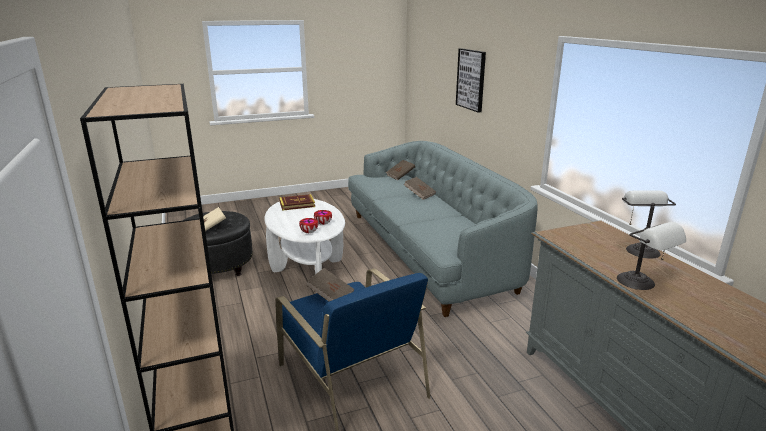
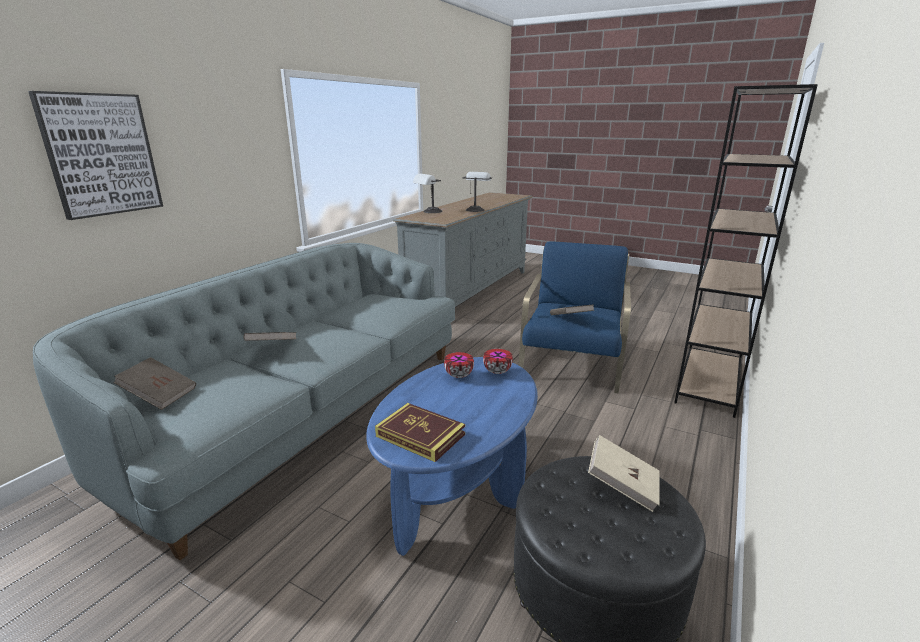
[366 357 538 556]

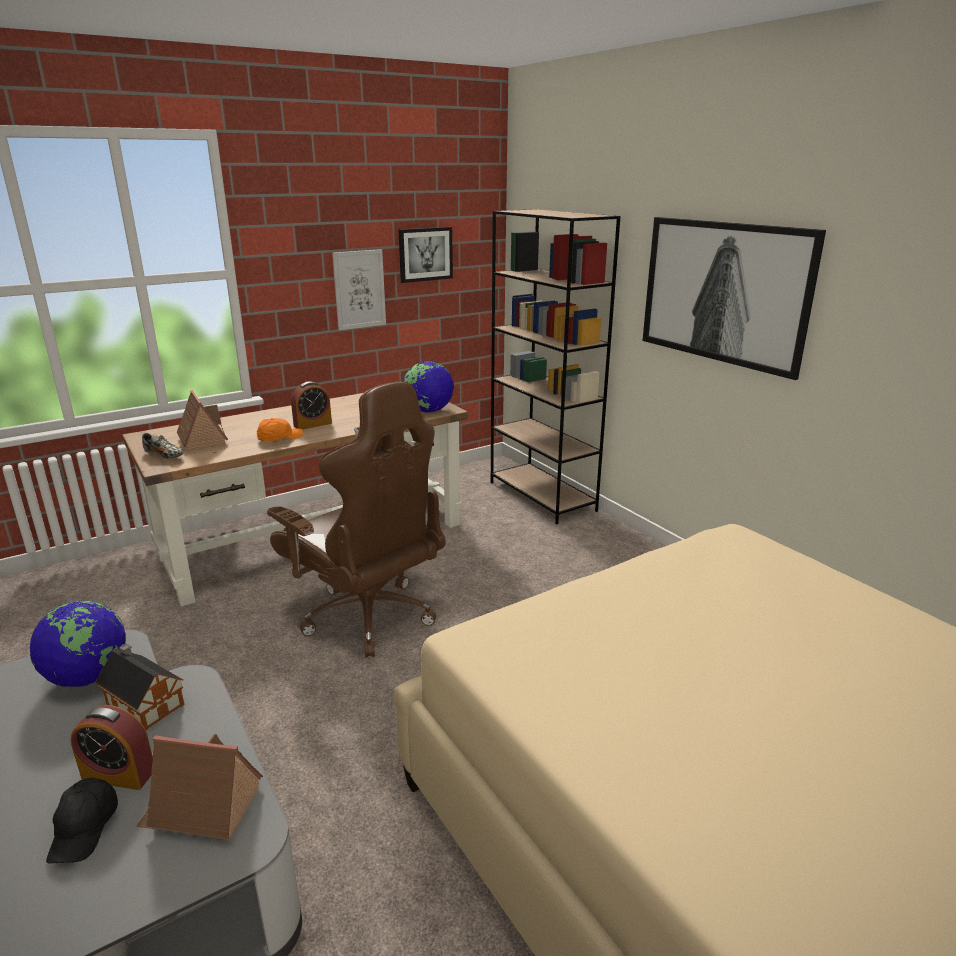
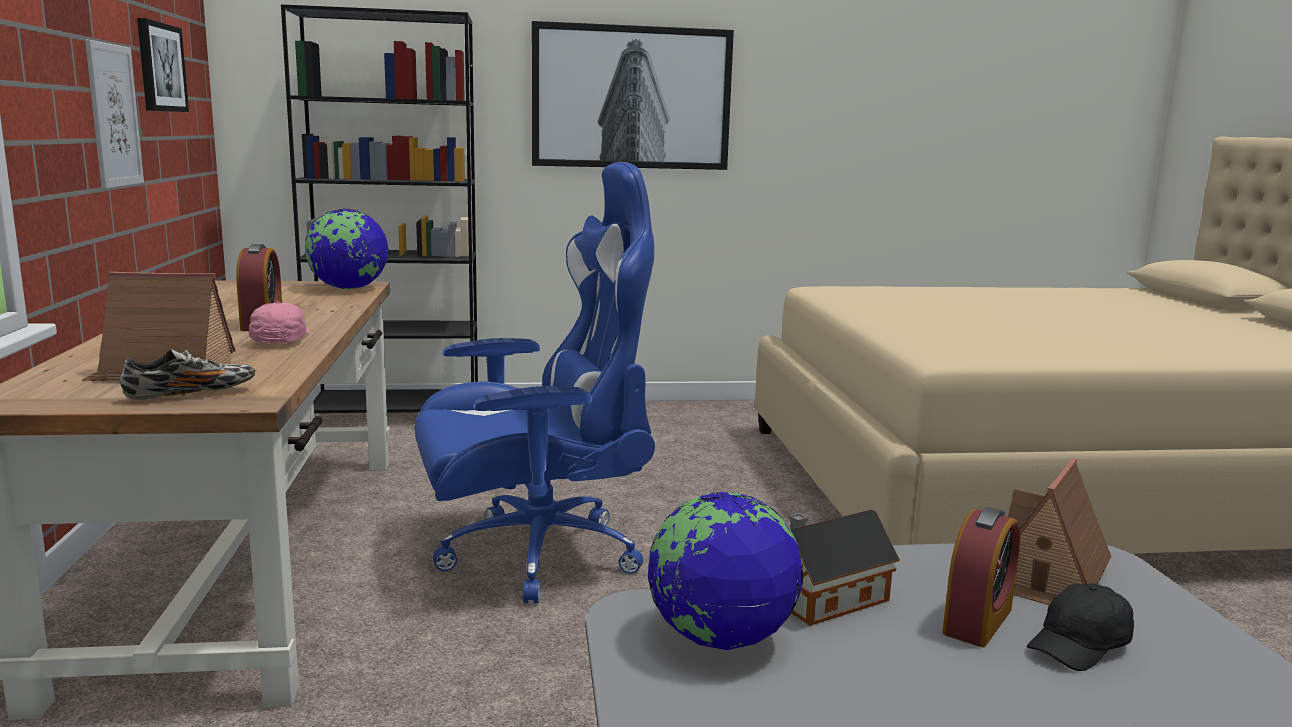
[249 302 310 343]
[415 162 655 603]
[281 4 478 413]
[1027 583 1134 671]

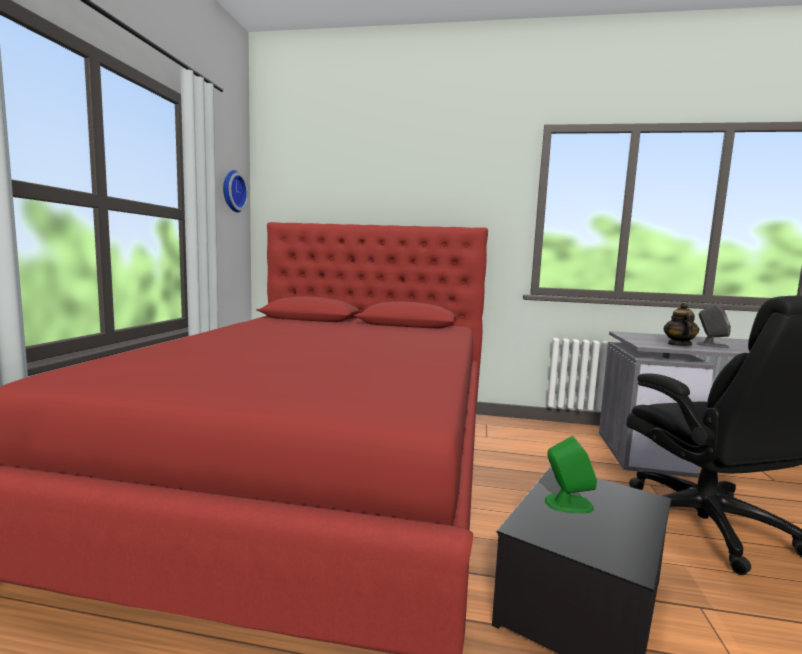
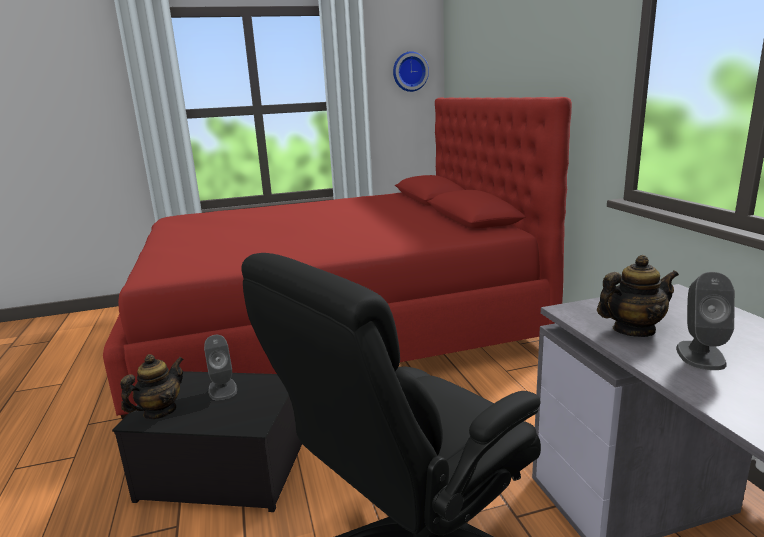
[120 354 184 419]
[204 335 237 400]

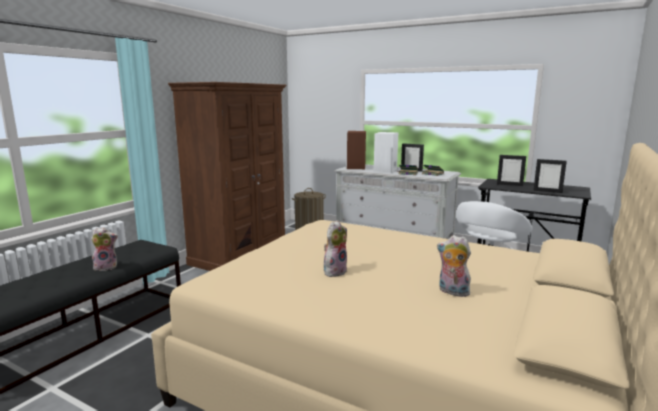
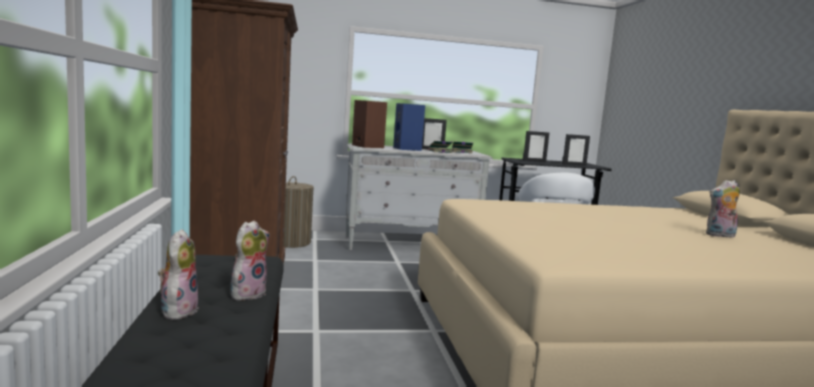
[158 229 199 320]
[393 103 425 151]

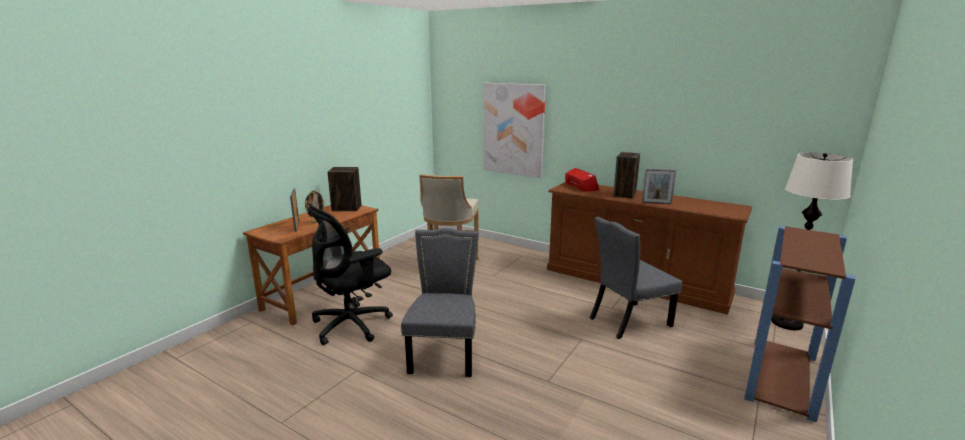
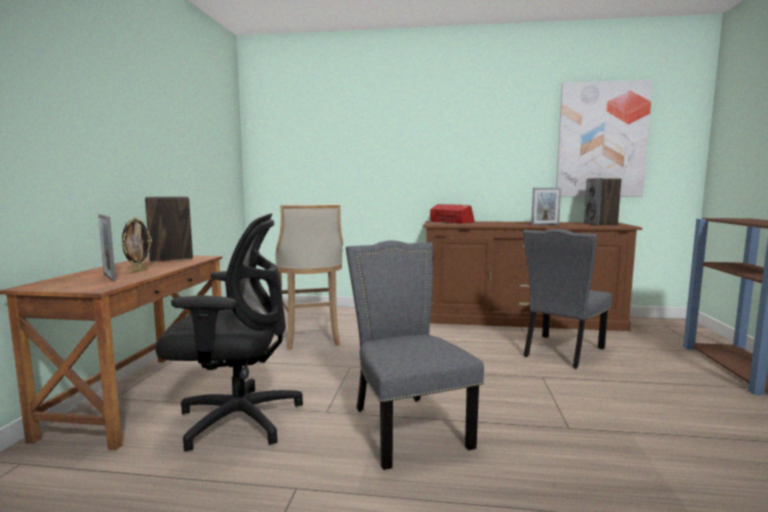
[771 152 853 330] (first image)
[556 80 653 197]
[584 178 622 226]
[155 213 303 452]

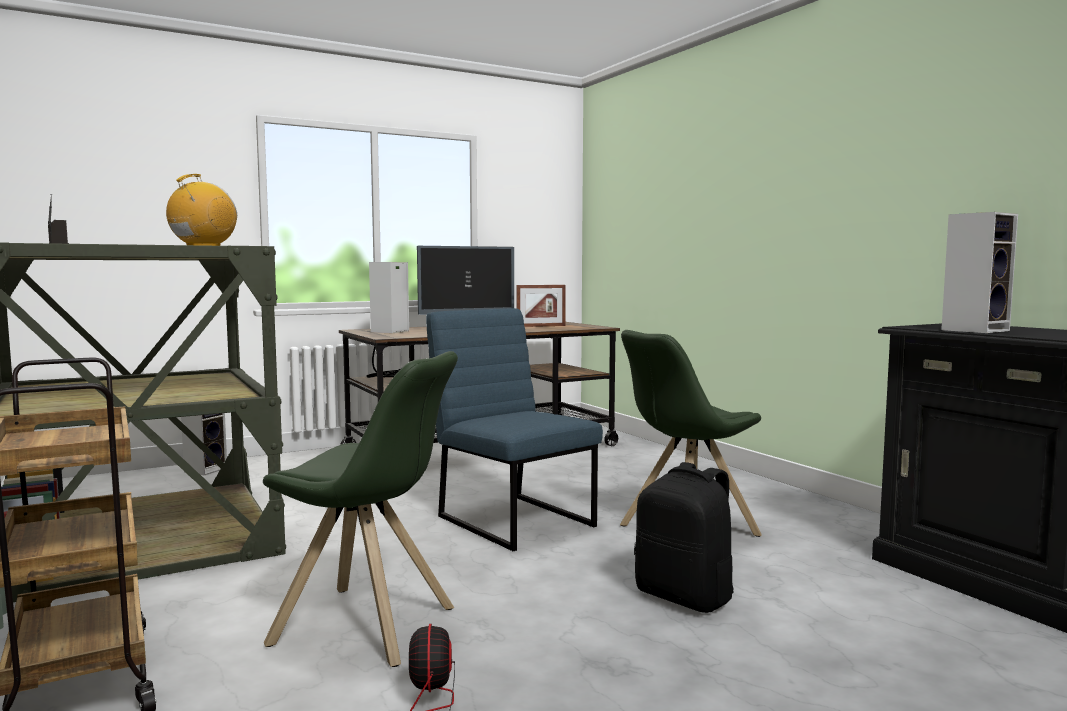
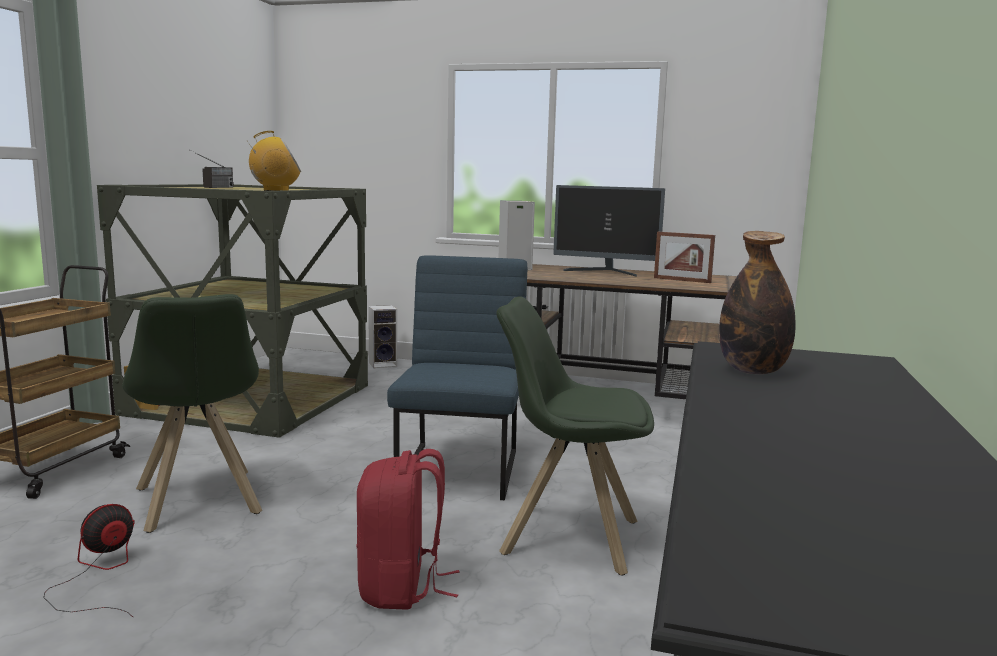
[719 231 796 374]
[357 449 460 610]

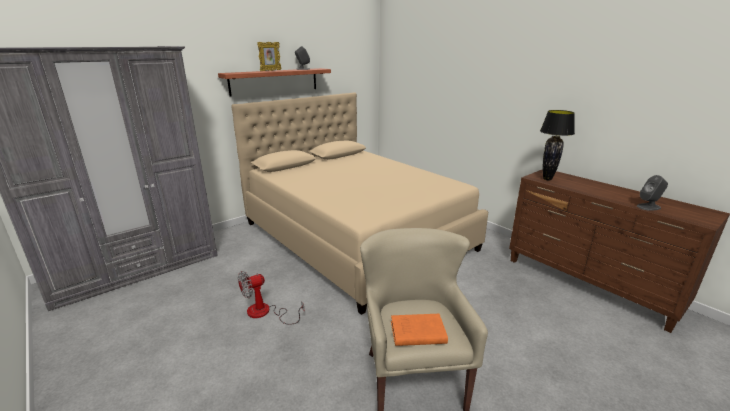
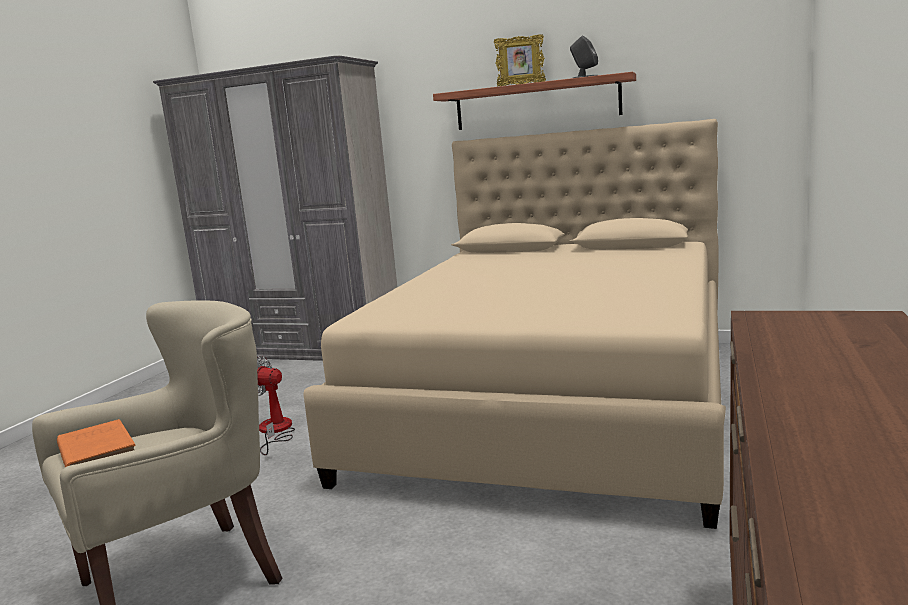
[540 110 575 180] (first image)
[637 175 668 211] (first image)

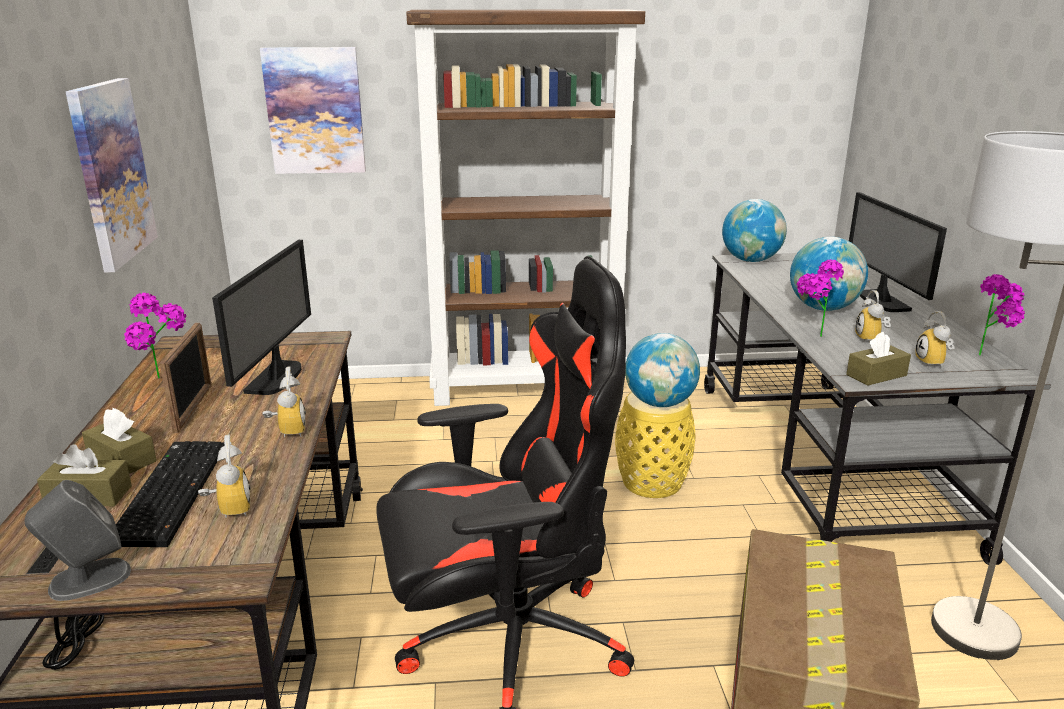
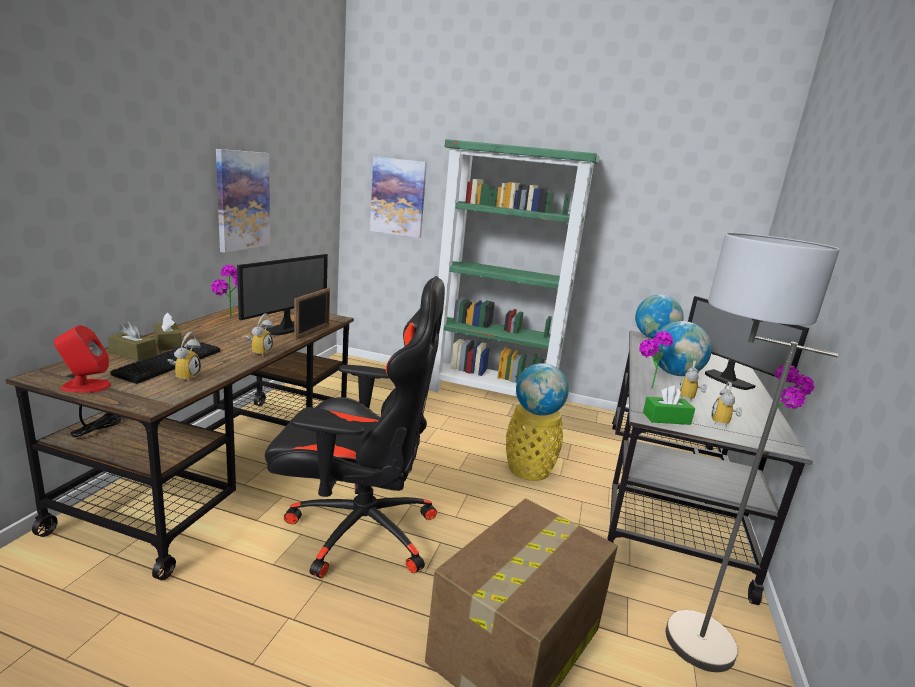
[294 288 330 340]
[54 325 111 393]
[429 139 600 396]
[643 386 695 425]
[688 296 809 390]

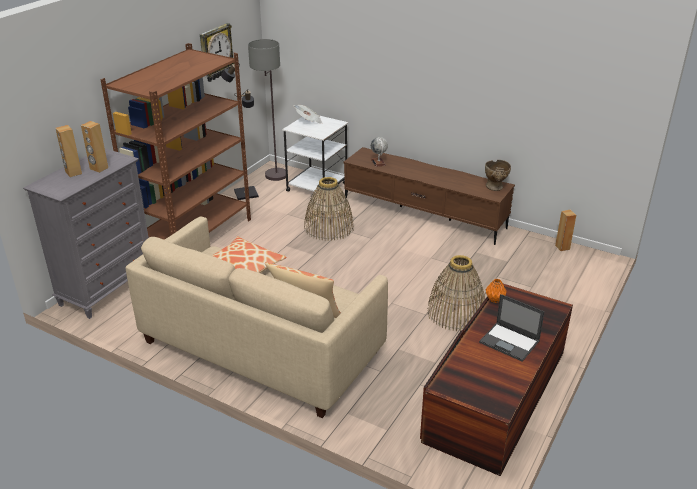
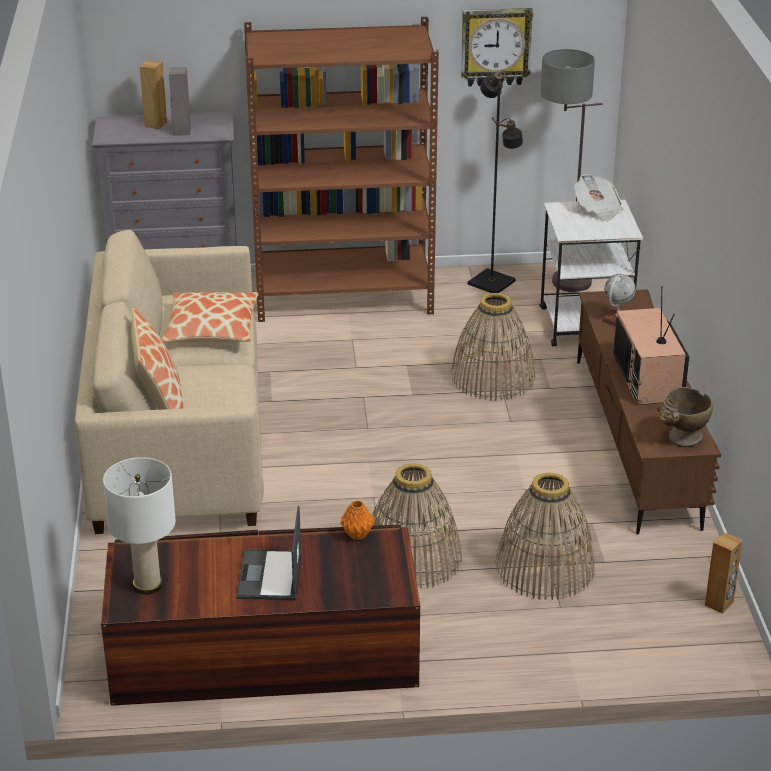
[103 457 176 595]
[495 472 595 600]
[613 286 689 405]
[169 67 191 136]

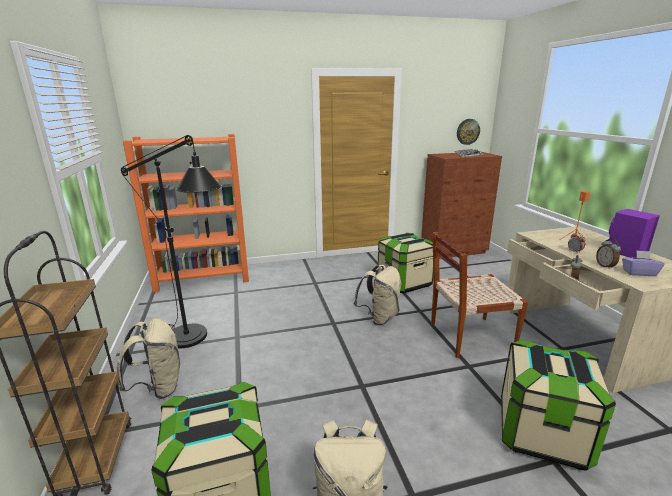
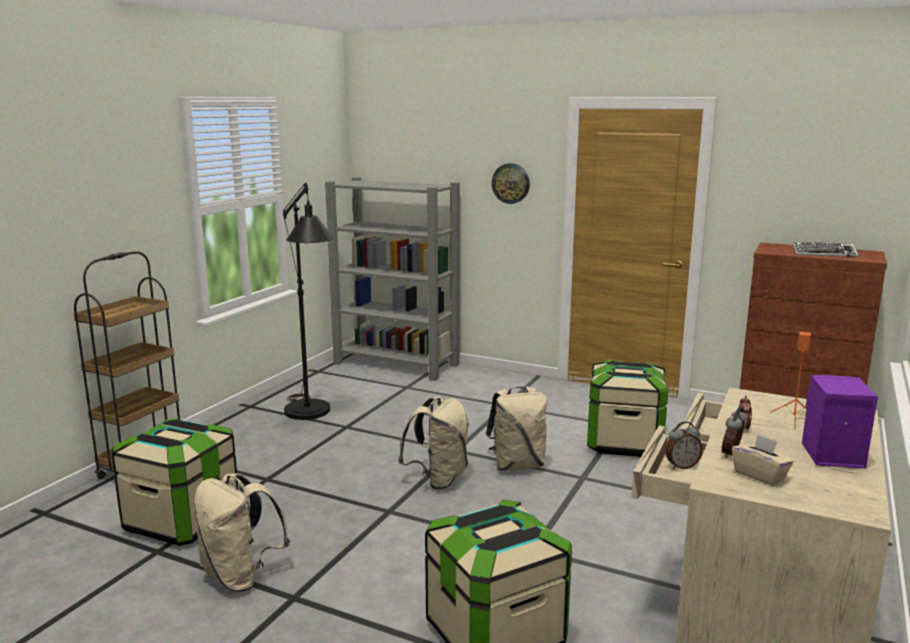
[431 232 528 358] (first image)
[398 397 469 490]
[492 163 530 204]
[325 177 460 381]
[732 434 793 486]

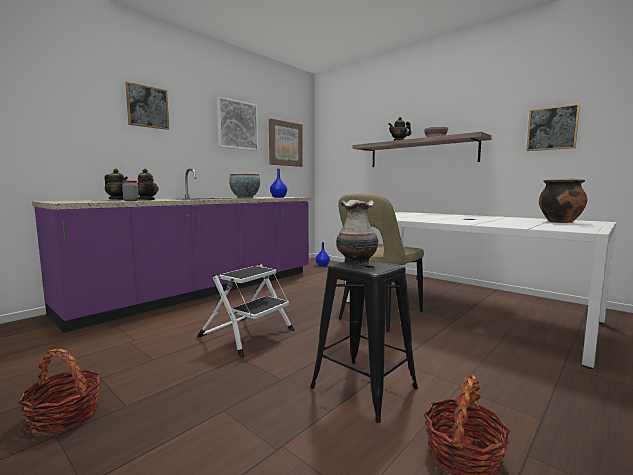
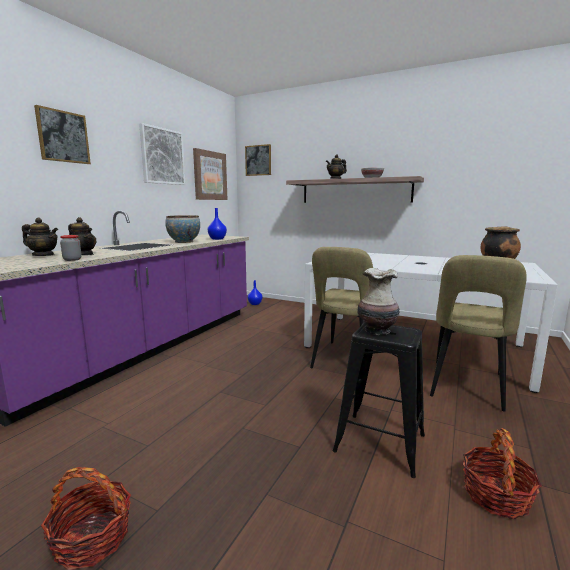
[197 263 295 358] (first image)
[430 255 527 411]
[245 144 271 176]

